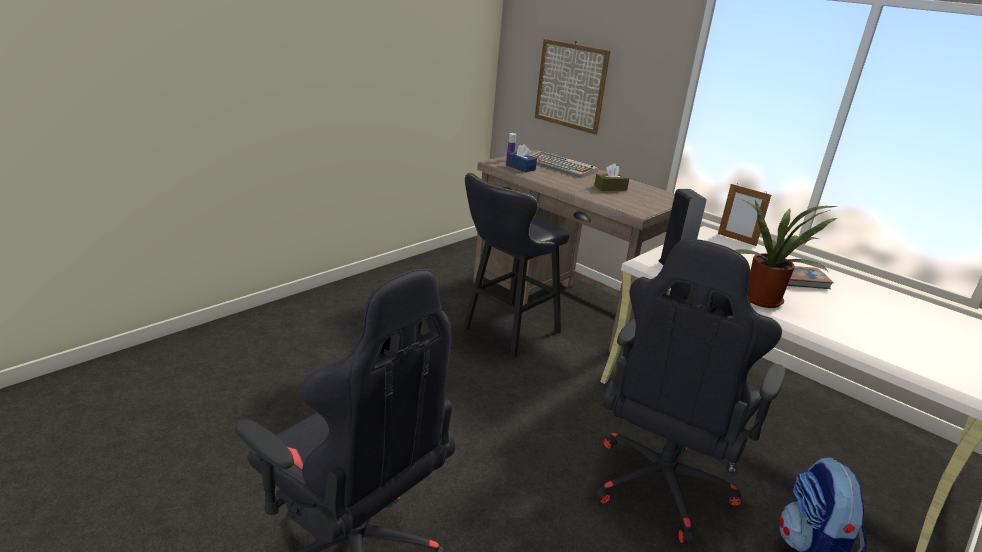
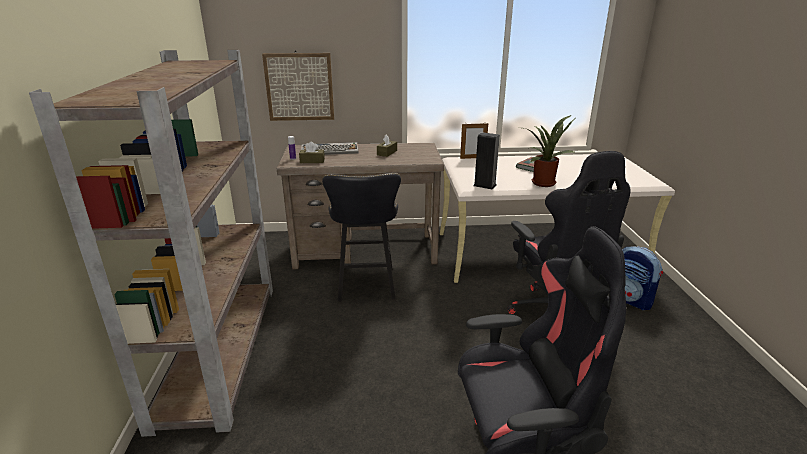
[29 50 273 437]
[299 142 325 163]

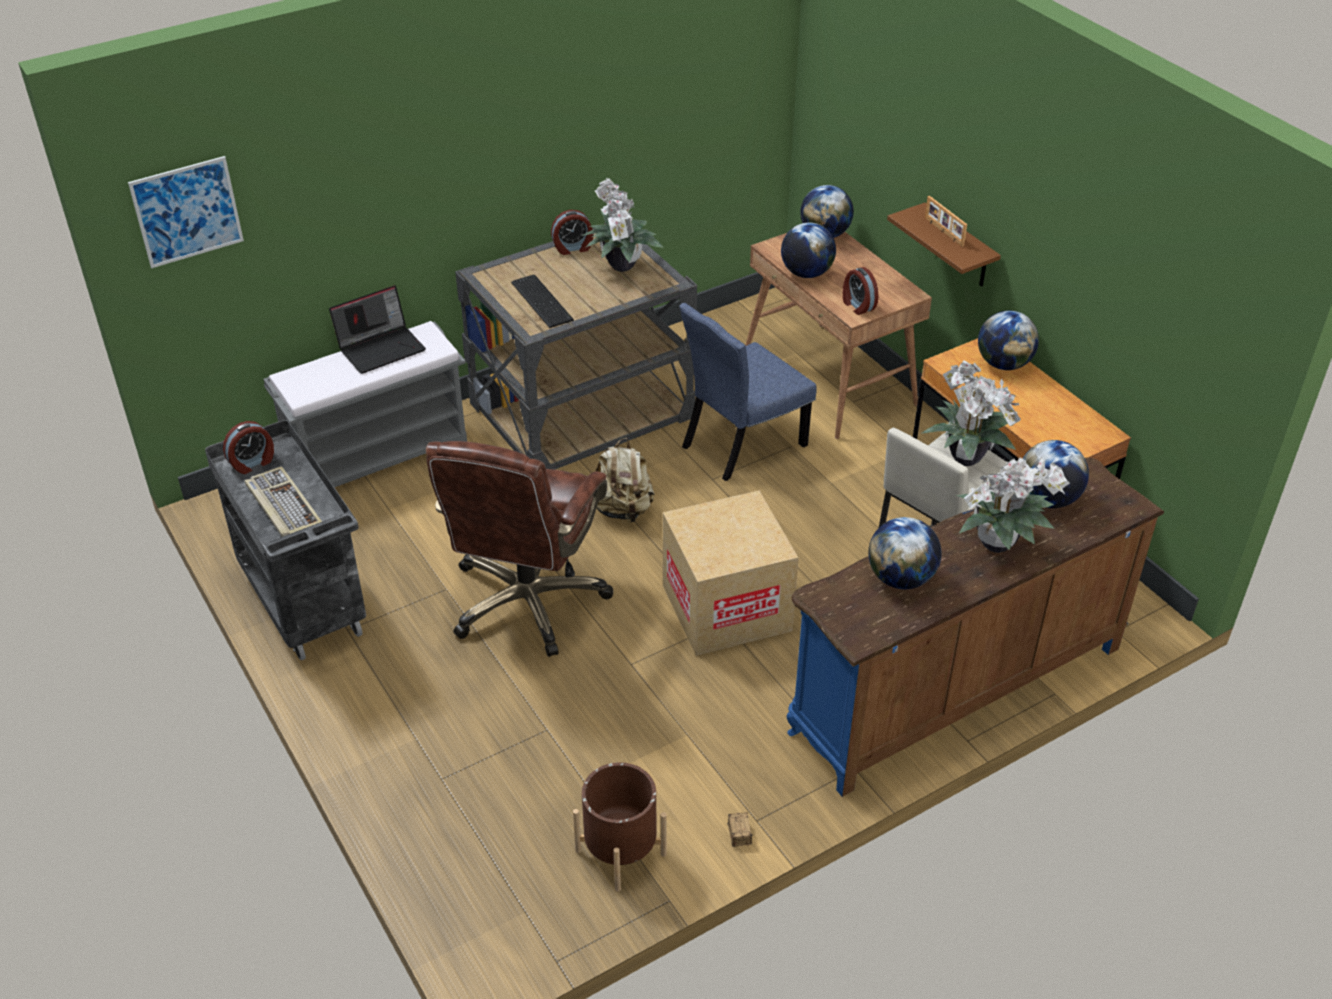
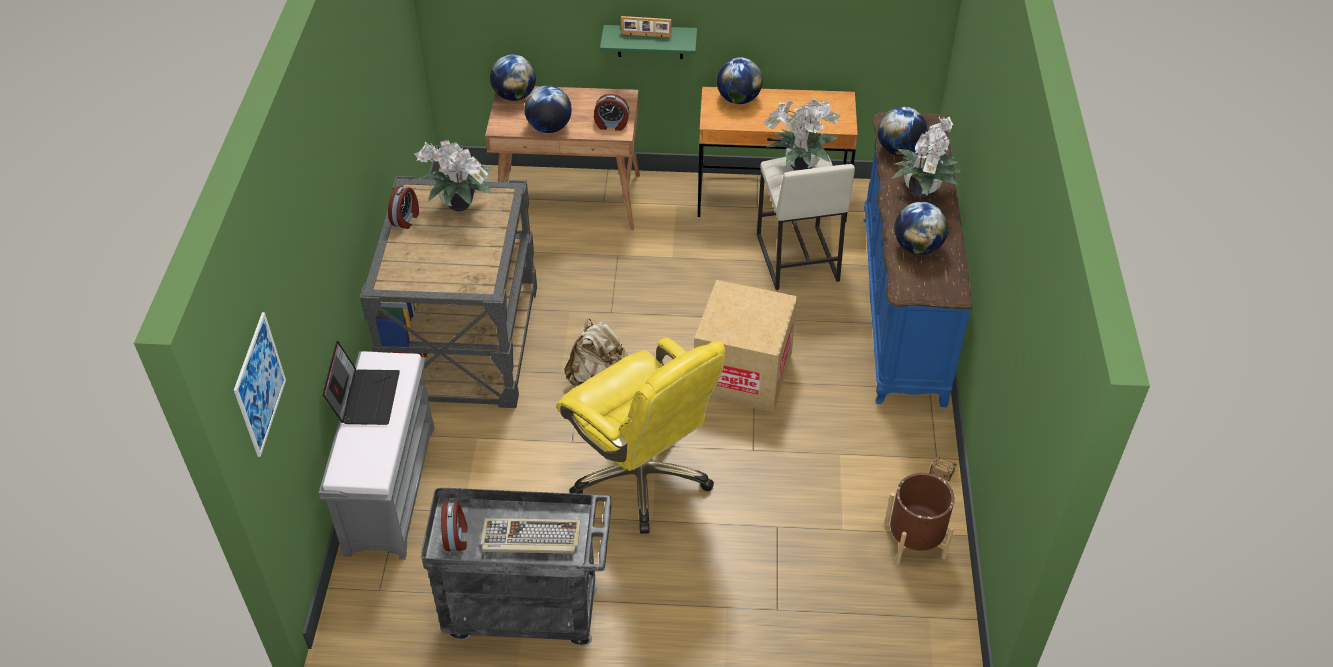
[511 275 574 328] (first image)
[680 303 817 481] (first image)
[557 338 725 534]
[600 25 697 59]

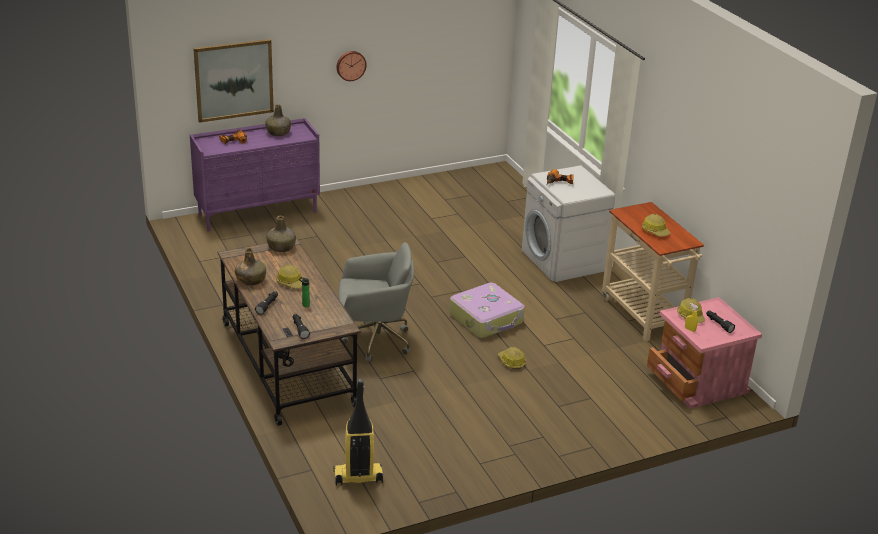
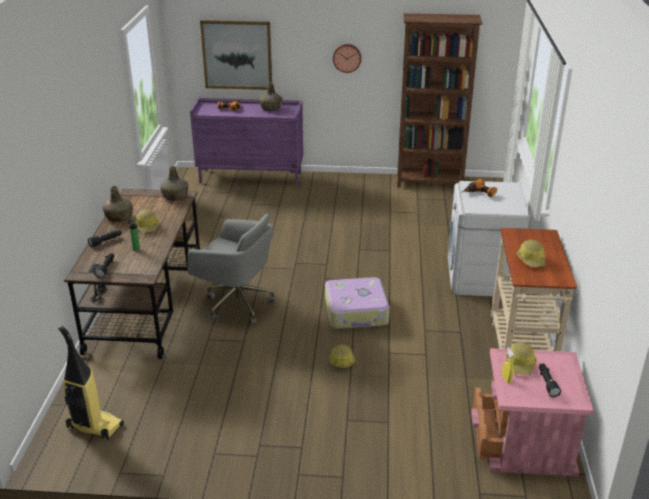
[397 13 483 187]

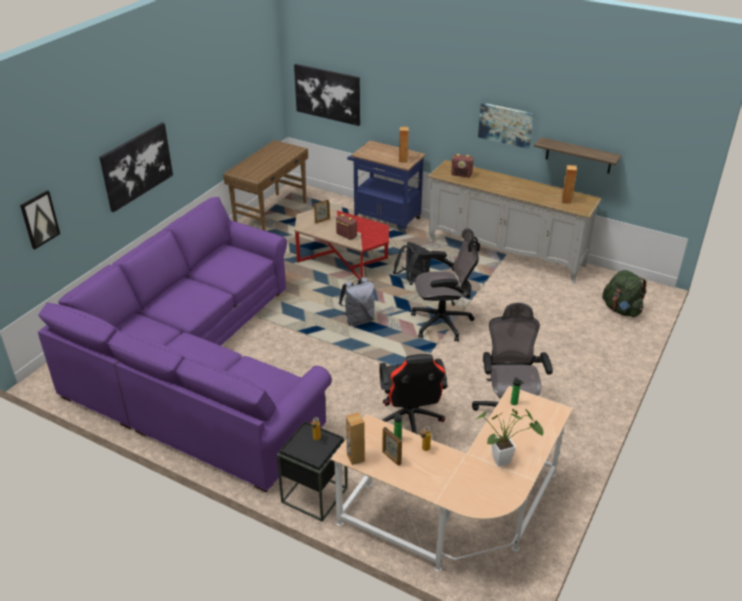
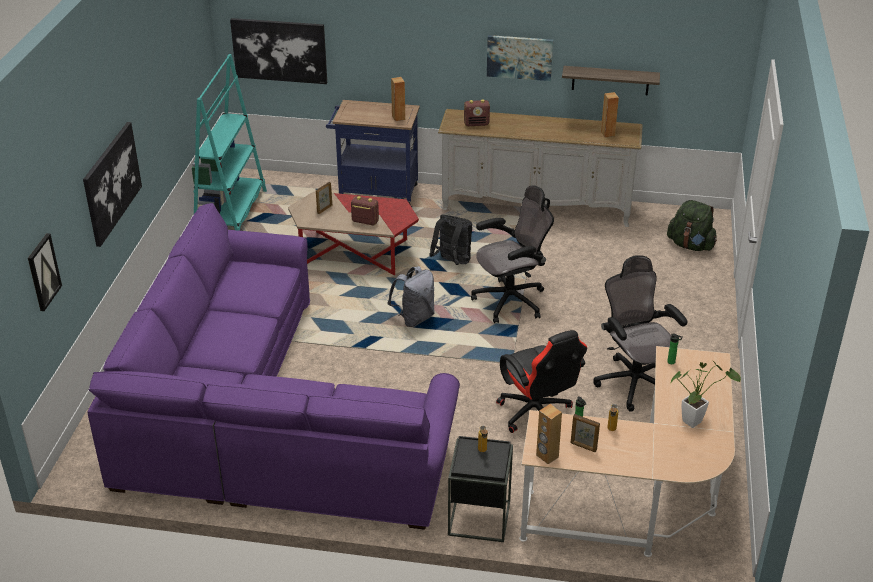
[192 54 267 231]

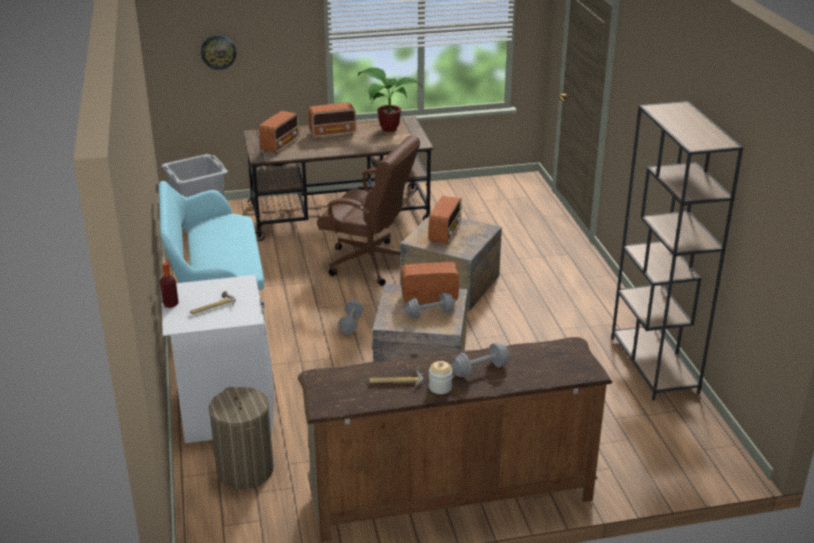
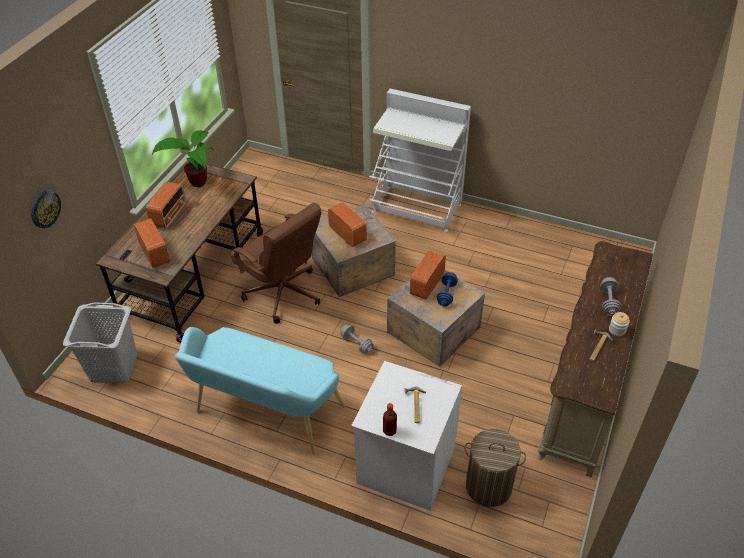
[611 101 743 401] (first image)
[369 89 471 232]
[437 272 458 307]
[231 203 321 324]

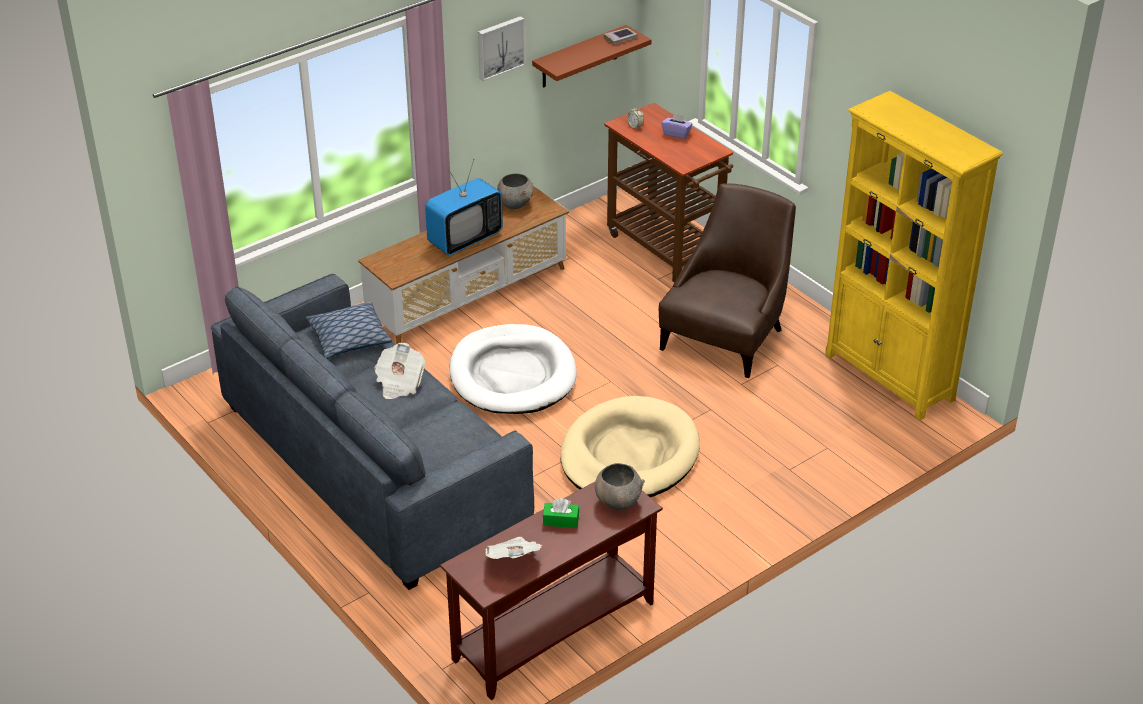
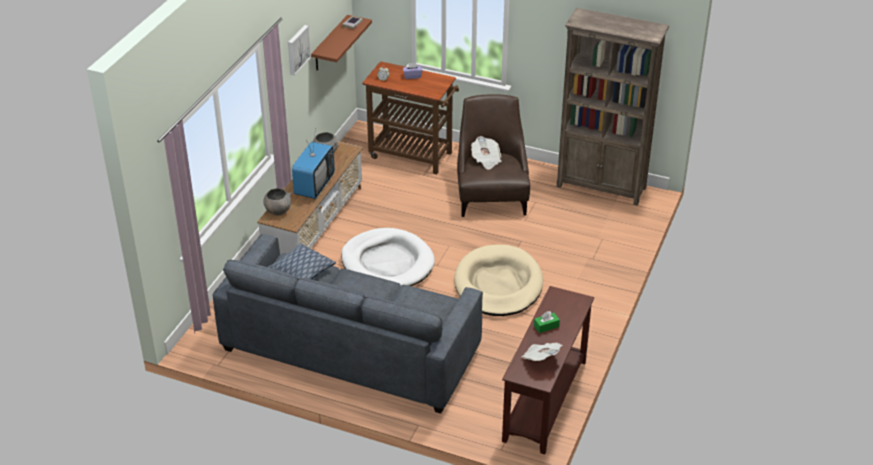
[471 136 502 170]
[264 188 292 215]
[557 8 669 206]

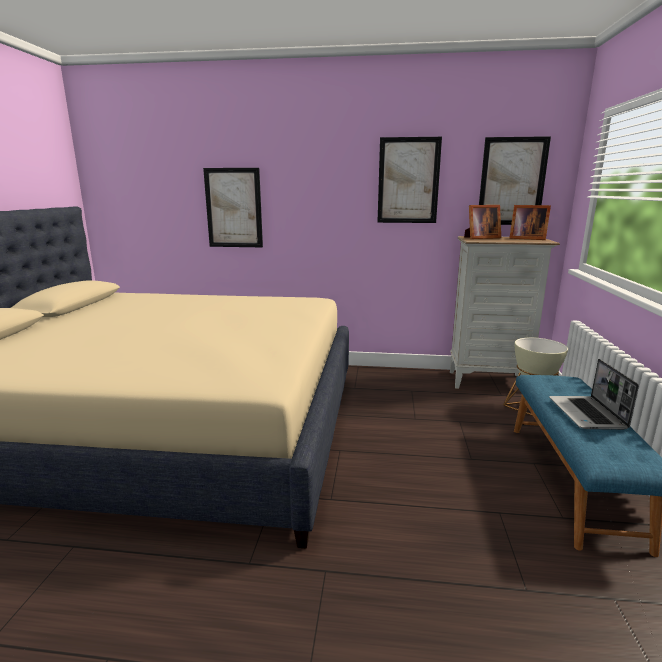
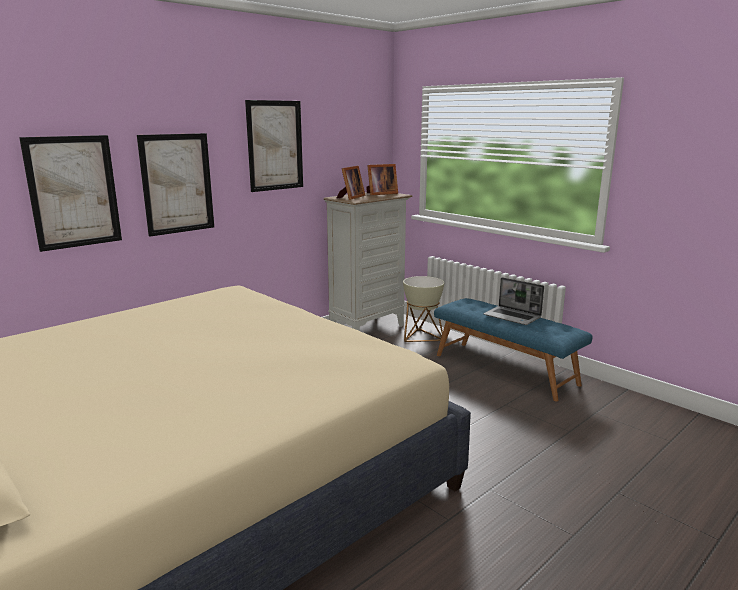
[137 133 214 237]

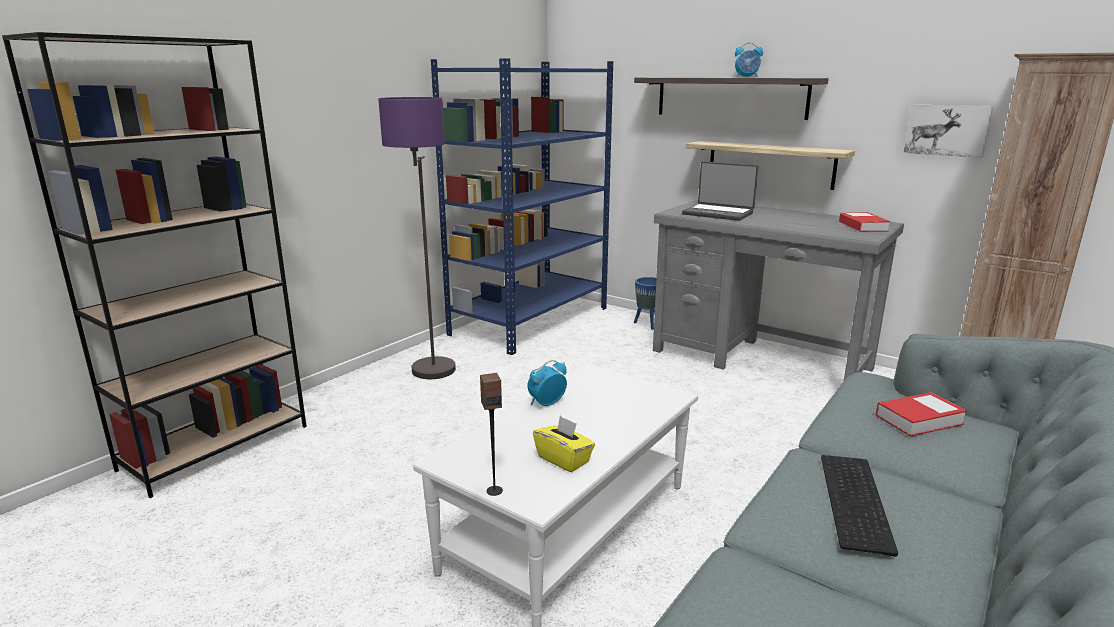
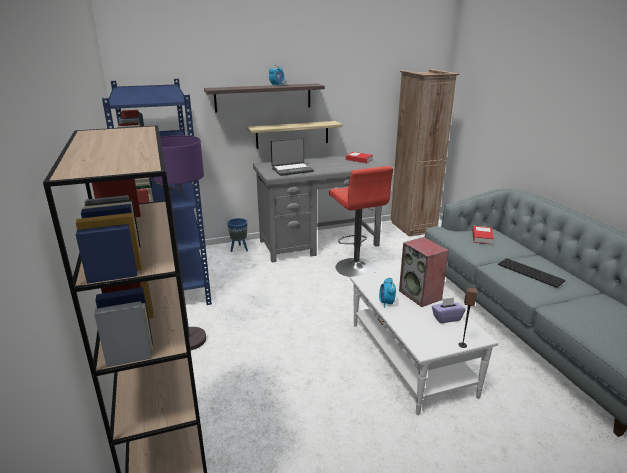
[903 104 993 158] (first image)
[329 166 393 277]
[399 237 449 307]
[432 298 465 323]

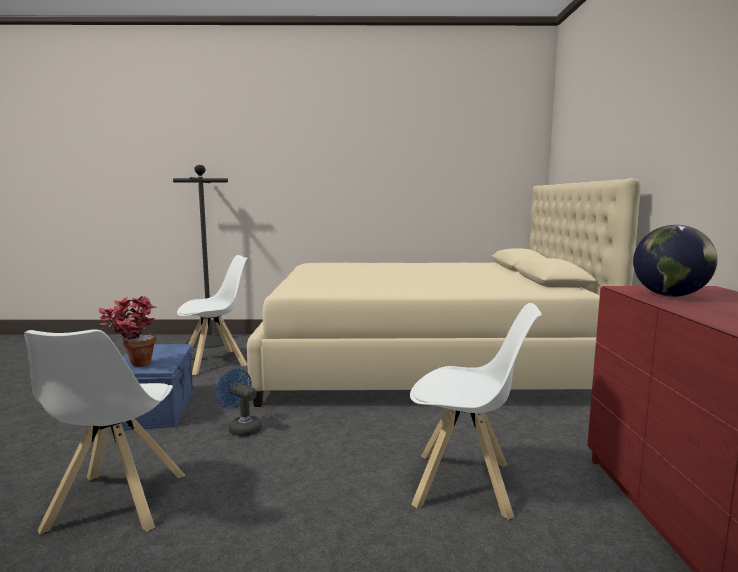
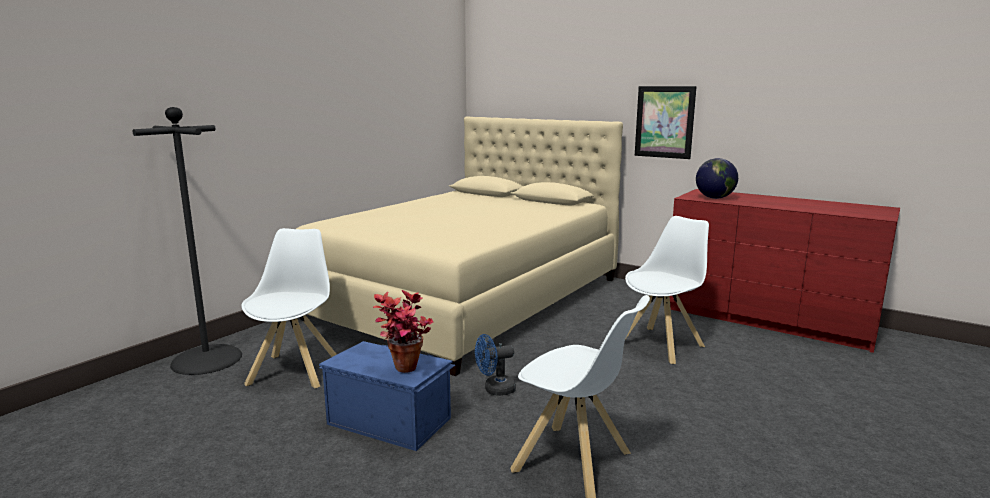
[635 86 697 159]

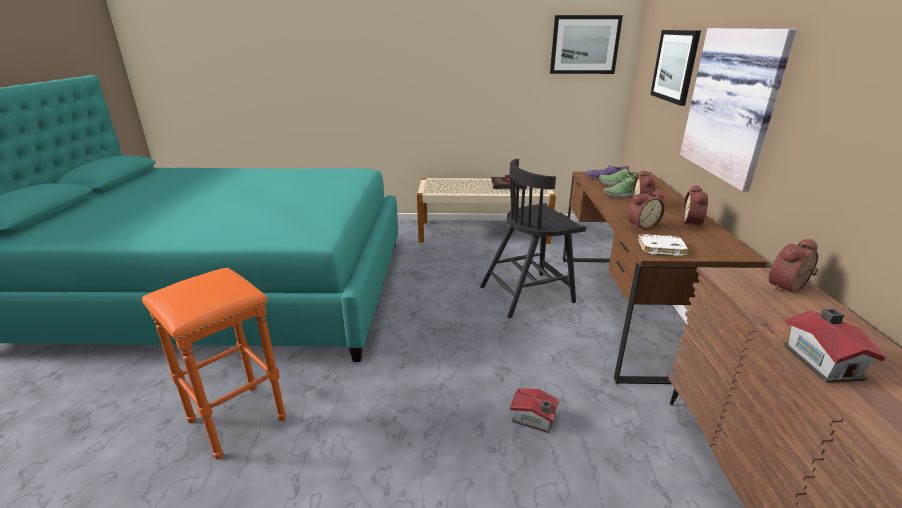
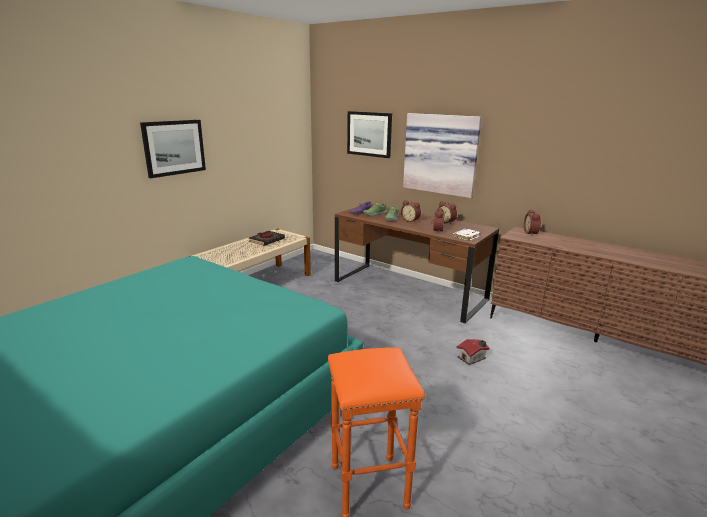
[480 159 586 318] (first image)
[783 309 886 383] (first image)
[140 120 206 178]

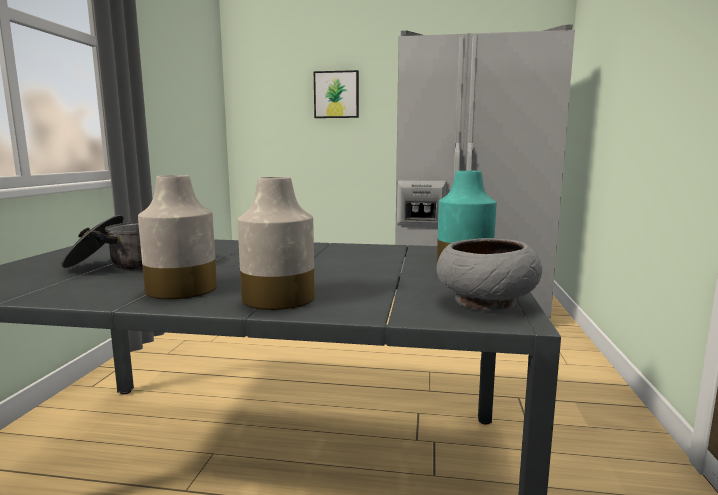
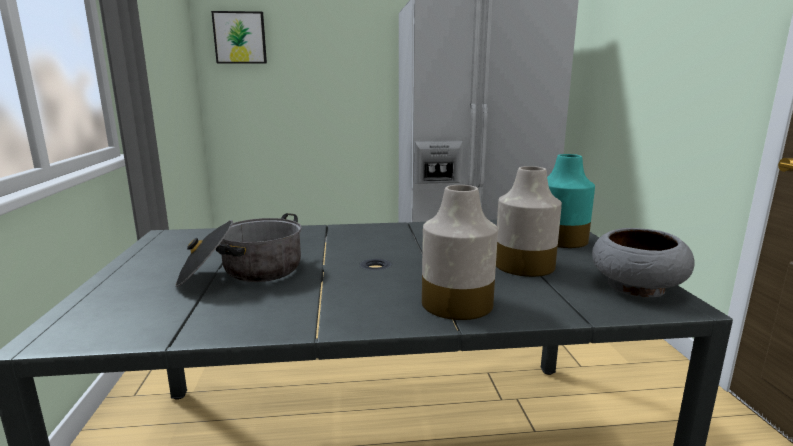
[496 166 562 277]
[211 11 267 64]

